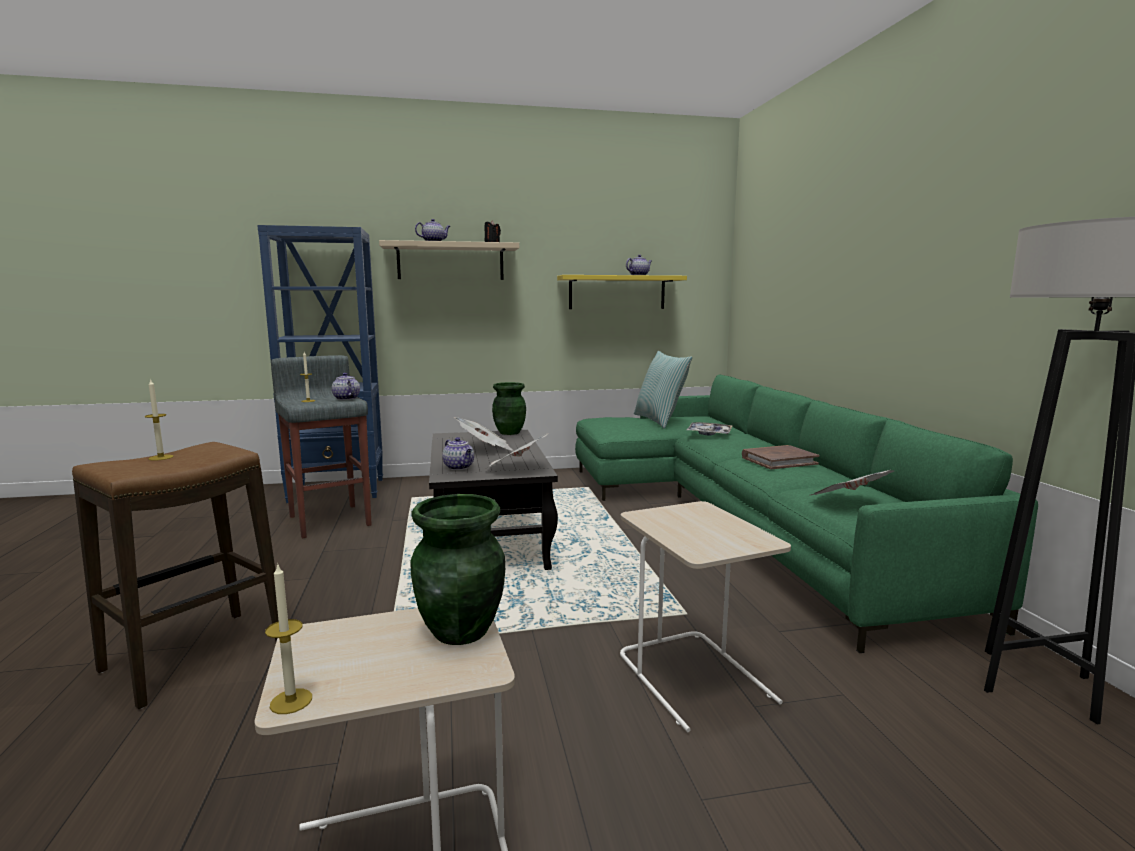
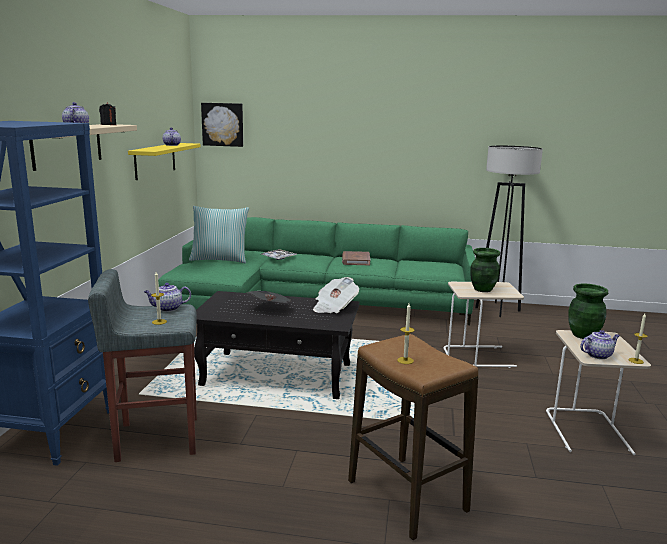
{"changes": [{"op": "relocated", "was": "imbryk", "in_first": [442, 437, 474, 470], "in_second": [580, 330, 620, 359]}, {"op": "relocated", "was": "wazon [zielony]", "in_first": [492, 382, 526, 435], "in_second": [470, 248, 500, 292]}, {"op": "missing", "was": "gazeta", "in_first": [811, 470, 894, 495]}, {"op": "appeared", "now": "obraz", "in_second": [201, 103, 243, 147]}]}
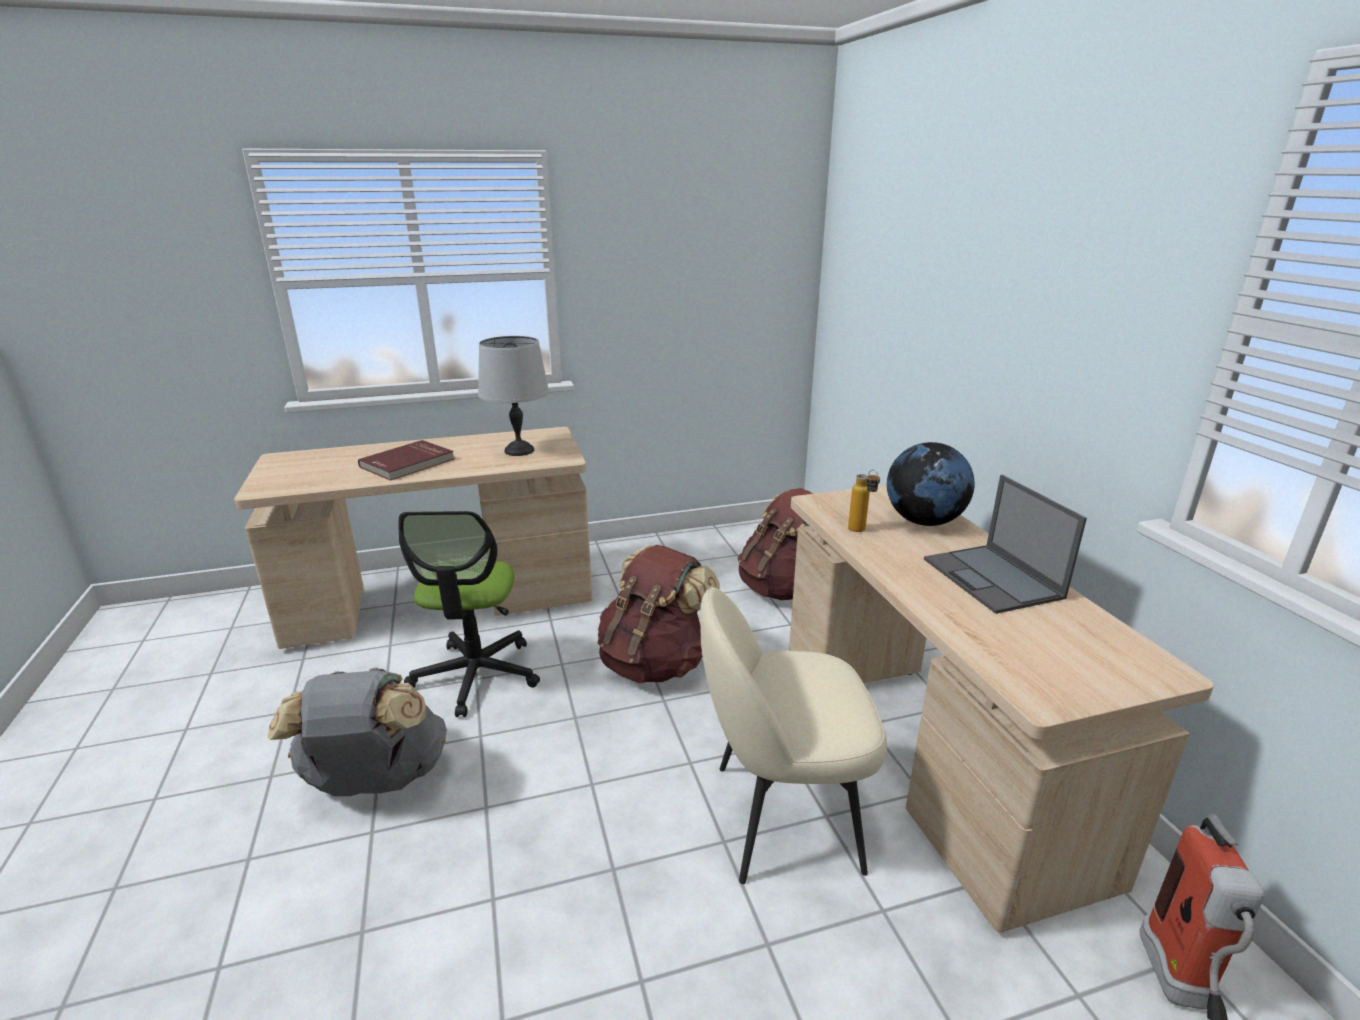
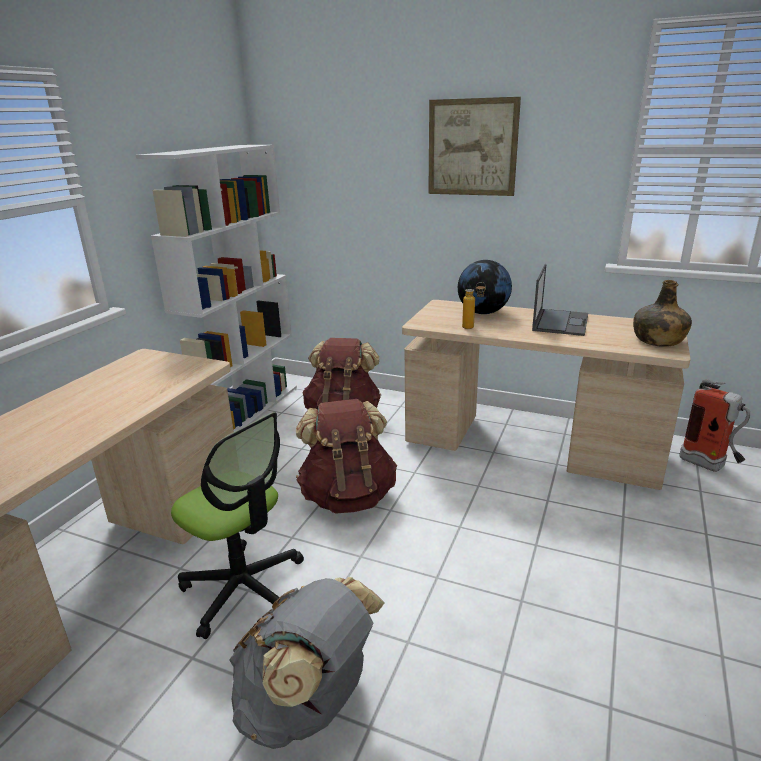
{"changes": [{"op": "missing", "was": "książka [czerwony]", "in_first": [358, 440, 454, 481]}, {"op": "missing", "was": "lampa stołowa [szary]", "in_first": [478, 336, 549, 456]}, {"op": "missing", "was": "krzesło [beżowy]", "in_first": [700, 587, 887, 884]}, {"op": "spun", "was": "laptop", "in_first": [924, 475, 1087, 614], "in_second": [532, 264, 588, 336], "clockwise": -90}, {"op": "appeared", "now": "regał [biały]", "in_second": [136, 145, 297, 432]}, {"op": "appeared", "now": "obraz", "in_second": [428, 97, 521, 196]}, {"op": "appeared", "now": "butelka [zielony]", "in_second": [633, 280, 692, 347]}]}
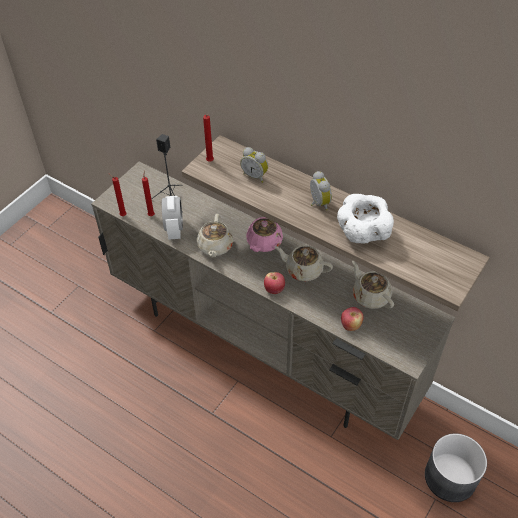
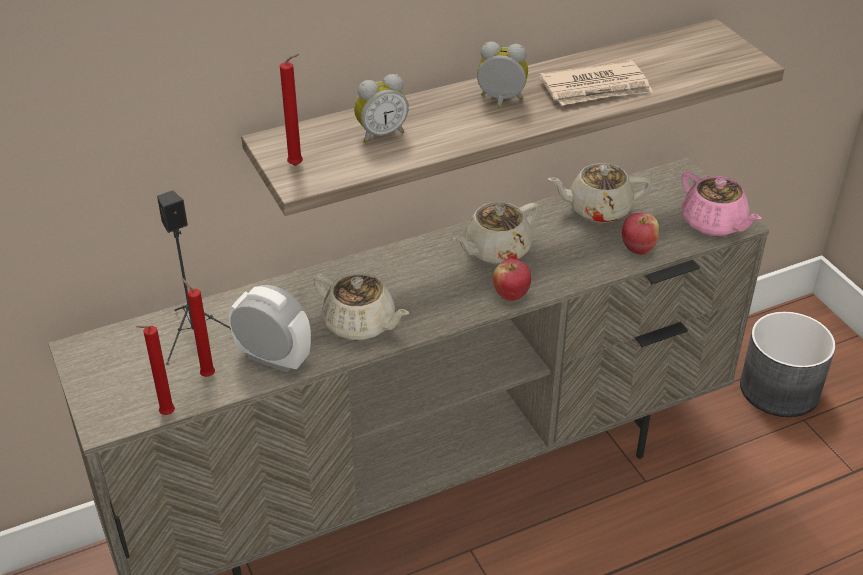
{"changes": [{"op": "relocated", "was": "imbryk [różowy]", "in_first": [246, 217, 283, 252], "in_second": [681, 172, 761, 236]}, {"op": "exchanged", "was": "miska [biały]", "now": "gazeta", "in_first": [337, 194, 394, 244], "in_second": [539, 60, 653, 105]}]}
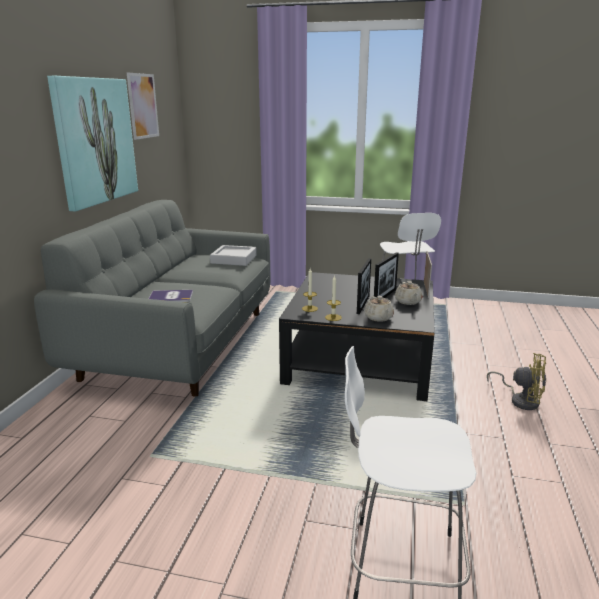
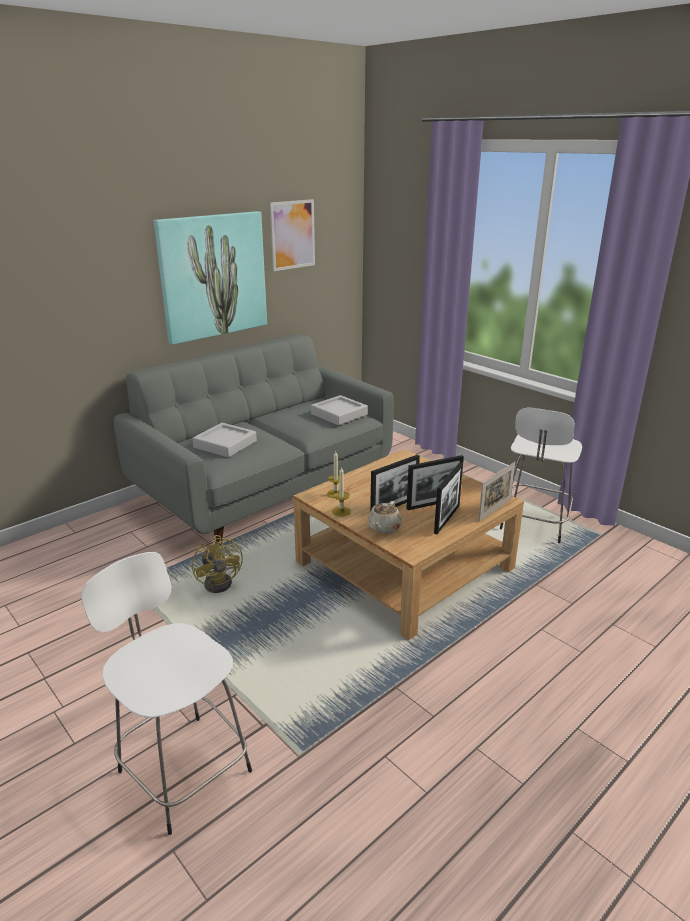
{"changes": [{"op": "exchanged", "was": "książka", "now": "taca [szary]", "in_first": [149, 290, 193, 302], "in_second": [192, 423, 257, 457]}, {"op": "colour", "was": "ława [czarny]", "now": "ława [beżowy]", "in_first": [279, 272, 435, 401], "in_second": [293, 449, 524, 640]}, {"op": "exchanged", "was": "imbryk [beżowy]", "now": "ramka na zdjęcie", "in_first": [395, 281, 423, 305], "in_second": [434, 462, 463, 534]}, {"op": "relocated", "was": "wentylator [żółty]", "in_first": [487, 353, 546, 410], "in_second": [192, 535, 243, 593]}]}
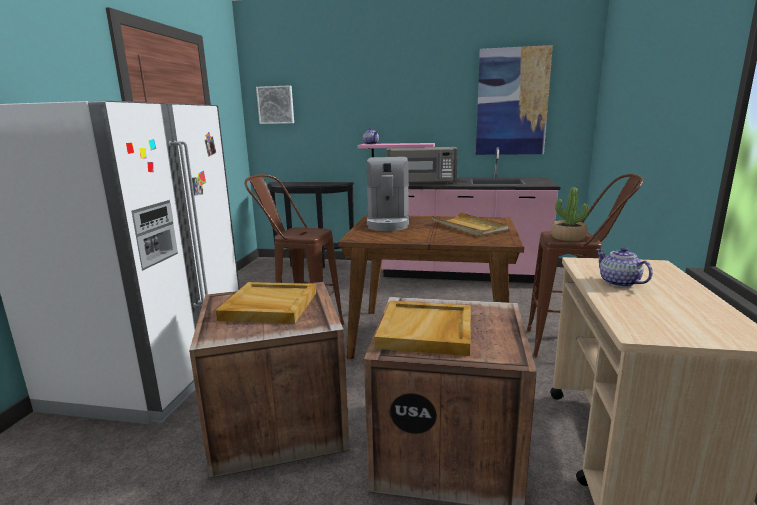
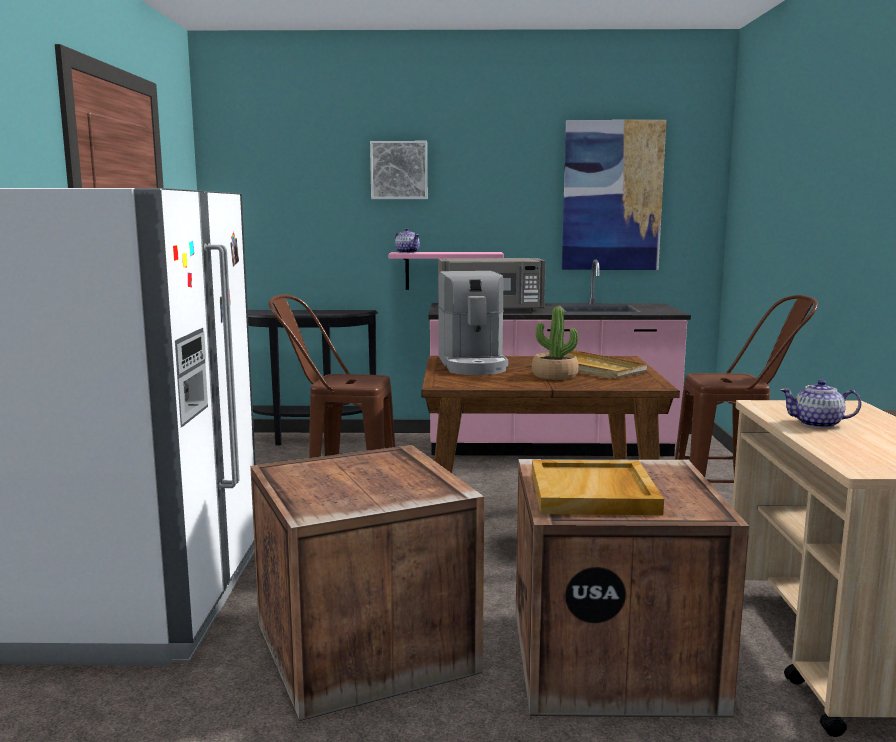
{"changes": [{"op": "missing", "was": "taca [beżowy]", "in_first": [216, 282, 316, 324]}, {"op": "relocated", "was": "obraz", "in_first": [256, 85, 294, 124], "in_second": [370, 141, 427, 199]}, {"op": "relocated", "was": "roślina doniczkowa", "in_first": [551, 187, 589, 241], "in_second": [532, 306, 579, 380]}, {"op": "spun", "was": "imbryk", "in_first": [596, 247, 653, 287], "in_second": [780, 380, 862, 429], "clockwise": -45}]}
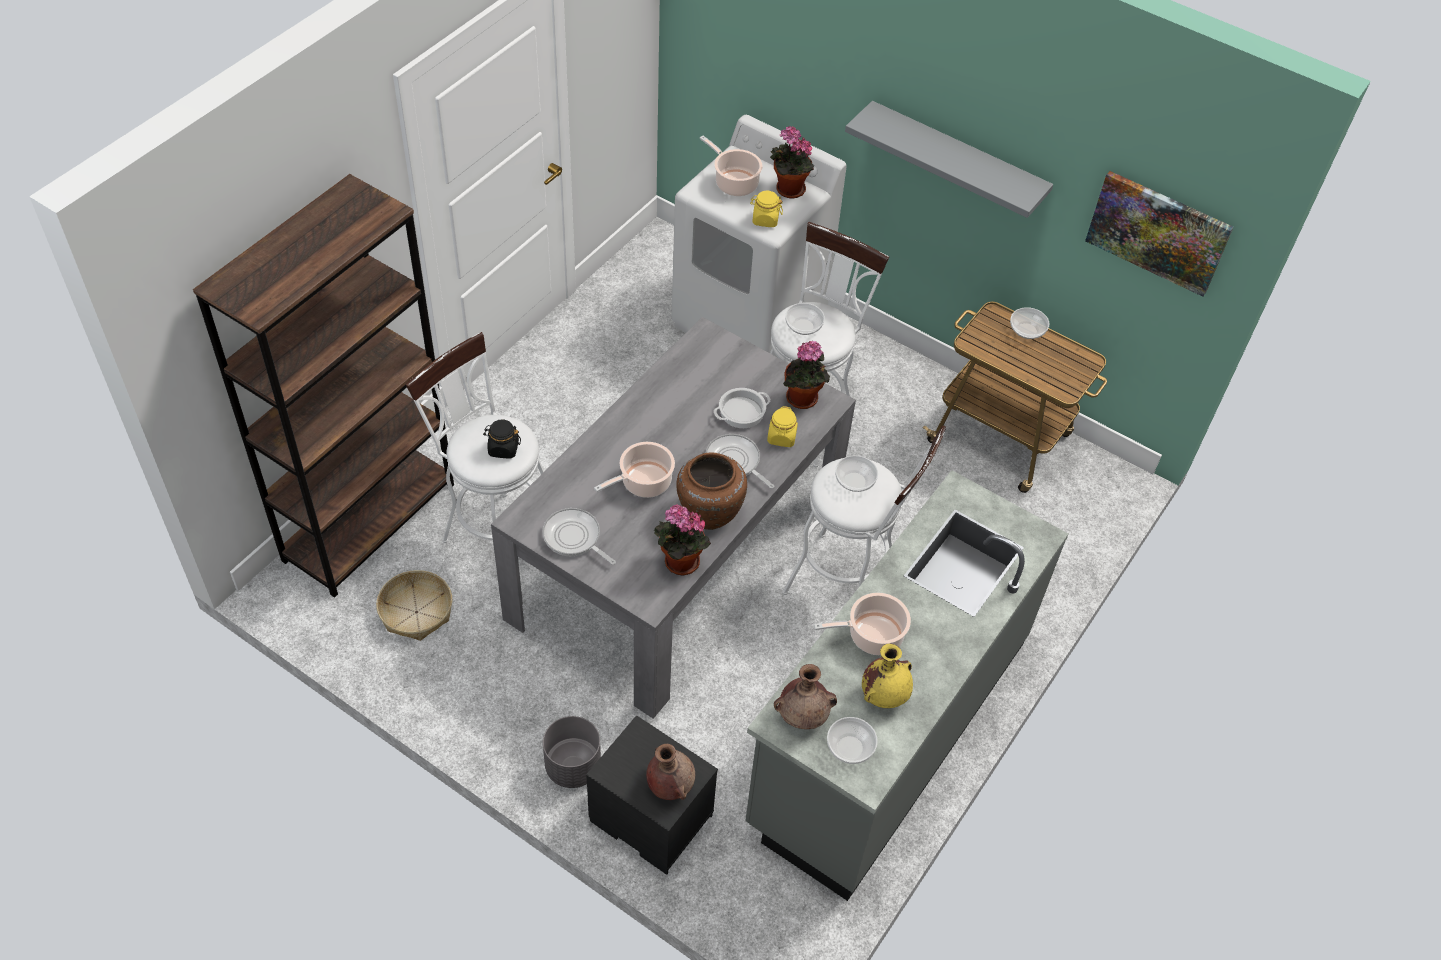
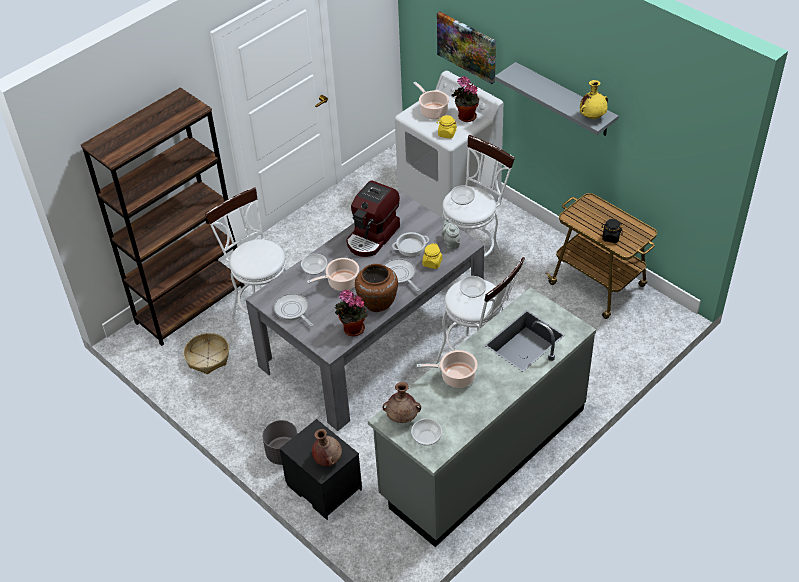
{"changes": [{"op": "relocated", "was": "słoik [czarny]", "in_first": [483, 419, 521, 459], "in_second": [601, 219, 623, 243]}, {"op": "exchanged", "was": "roślina doniczkowa", "now": "imbryk [szary]", "in_first": [783, 341, 830, 409], "in_second": [441, 218, 460, 249]}, {"op": "relocated", "was": "wazon [żółty]", "in_first": [862, 644, 913, 708], "in_second": [580, 80, 608, 119]}, {"op": "relocated", "was": "miska", "in_first": [1010, 307, 1049, 339], "in_second": [301, 254, 327, 275]}, {"op": "relocated", "was": "obraz", "in_first": [1085, 171, 1234, 297], "in_second": [437, 12, 496, 84]}, {"op": "appeared", "now": "ekspres do kawy", "in_second": [346, 180, 400, 257]}]}
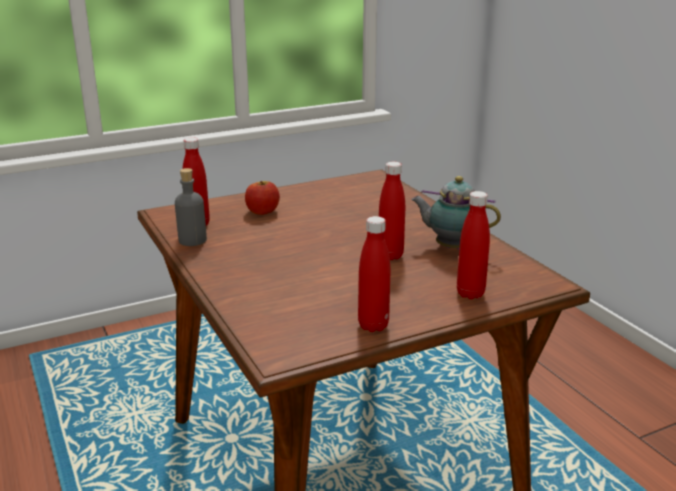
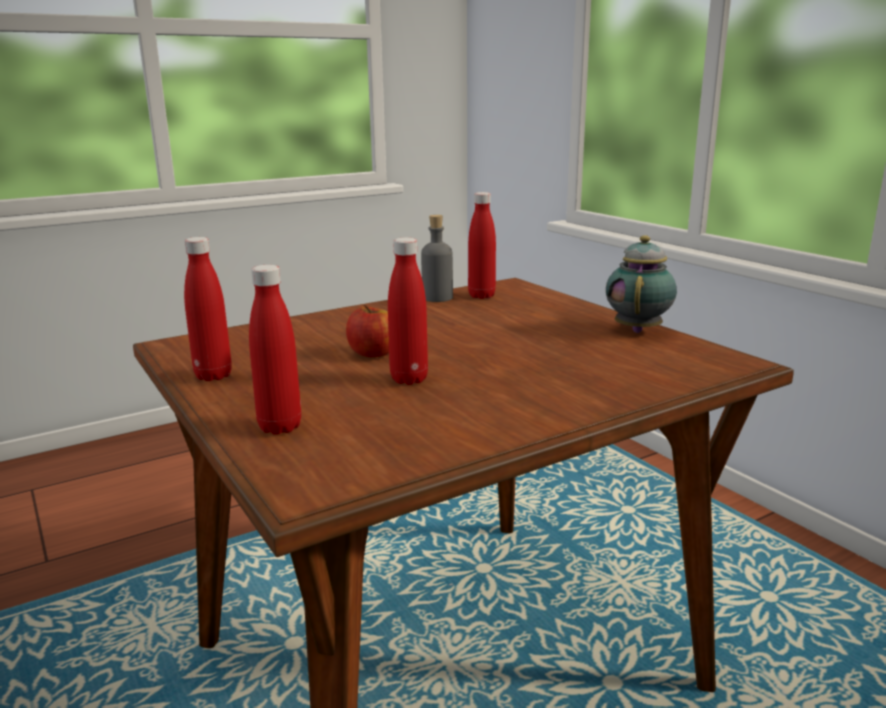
{"changes": [{"op": "relocated", "was": "jabłko", "in_first": [245, 181, 280, 215], "in_second": [346, 304, 389, 357]}, {"op": "relocated", "was": "imbryk", "in_first": [411, 176, 501, 249], "in_second": [606, 235, 677, 333]}]}
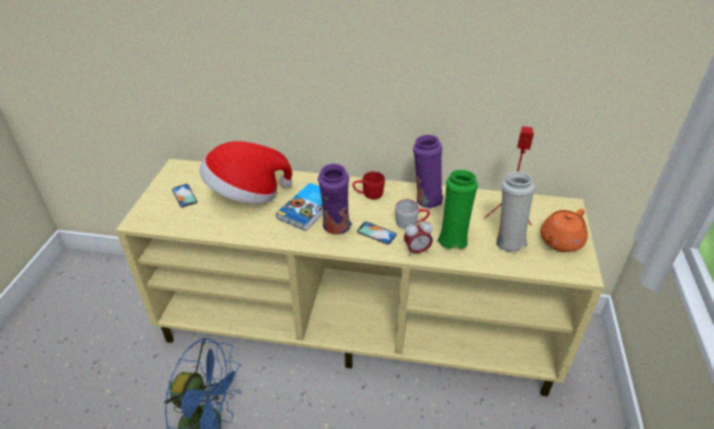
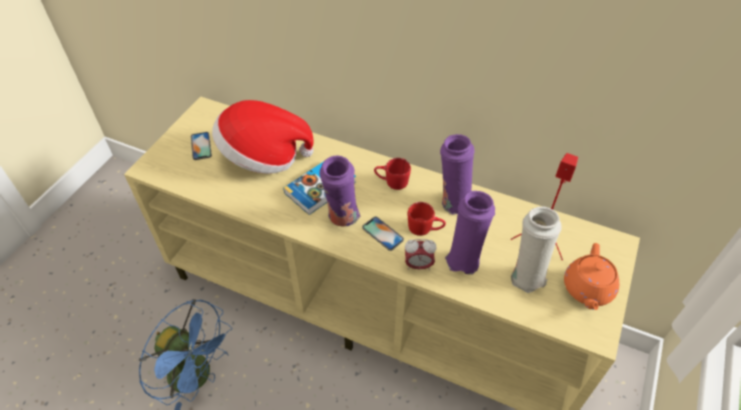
{"changes": [{"op": "colour", "was": "kubek [szary]", "now": "kubek [czerwony]", "in_first": [395, 199, 430, 229], "in_second": [407, 202, 446, 236]}, {"op": "colour", "was": "wazon [zielony]", "now": "wazon [fioletowy]", "in_first": [437, 170, 478, 249], "in_second": [445, 191, 495, 275]}, {"op": "spun", "was": "imbryk [pomarańczowy]", "in_first": [540, 209, 588, 252], "in_second": [564, 243, 619, 310], "clockwise": -45}]}
